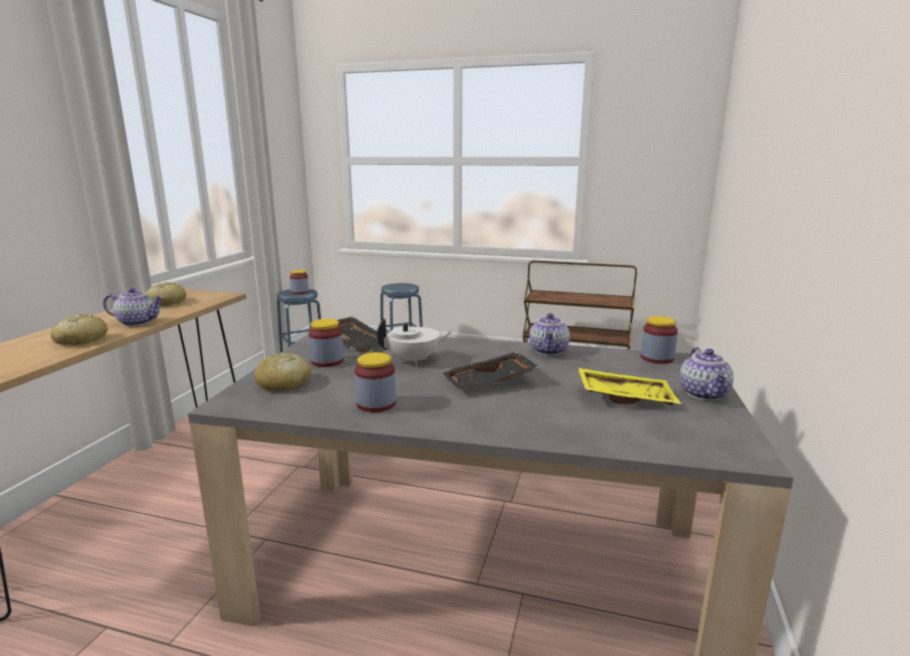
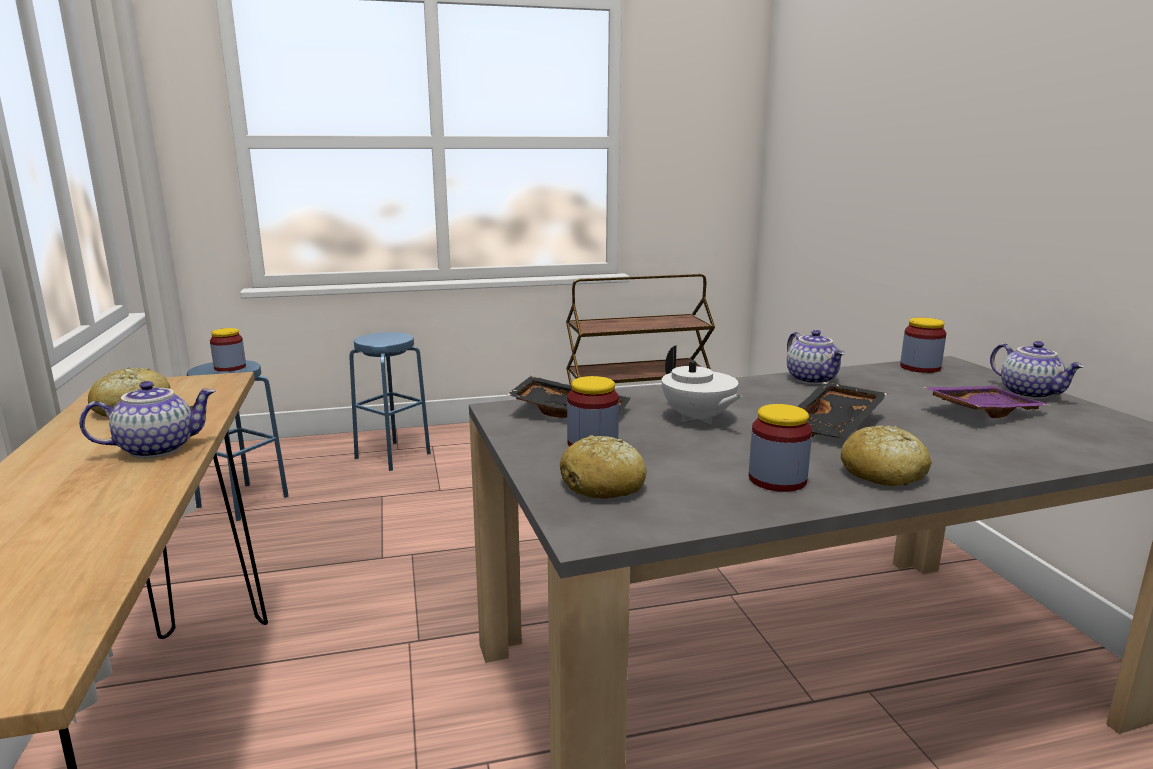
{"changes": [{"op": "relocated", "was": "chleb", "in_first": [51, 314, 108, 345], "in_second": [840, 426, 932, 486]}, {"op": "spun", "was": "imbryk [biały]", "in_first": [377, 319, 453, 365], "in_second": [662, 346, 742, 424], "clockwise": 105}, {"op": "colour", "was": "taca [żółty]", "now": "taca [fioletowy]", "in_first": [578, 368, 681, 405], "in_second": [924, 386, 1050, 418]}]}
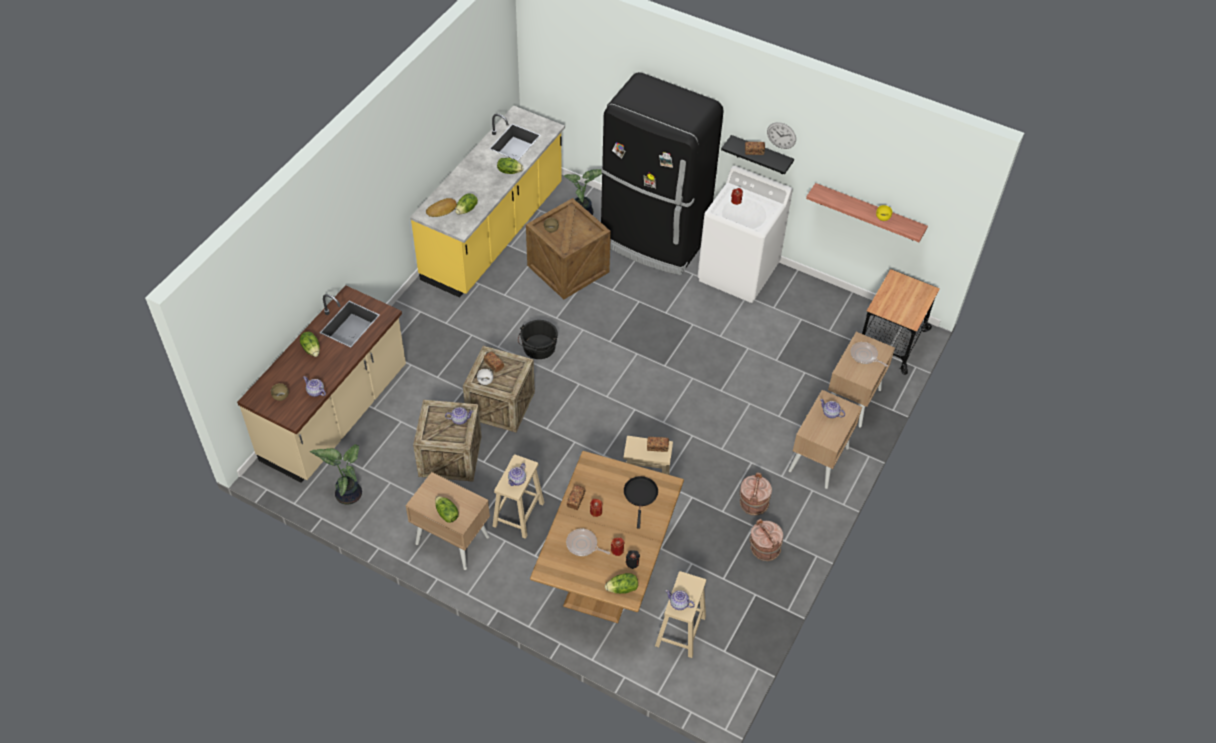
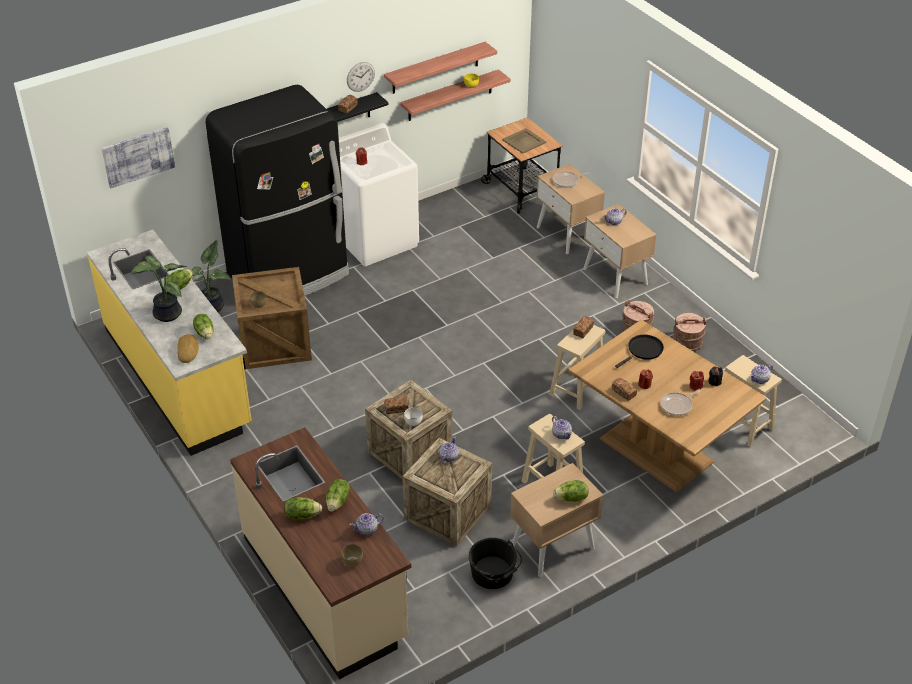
{"changes": [{"op": "relocated", "was": "roślina doniczkowa", "in_first": [310, 444, 362, 505], "in_second": [131, 255, 187, 322]}, {"op": "relocated", "was": "wiadro [czarny]", "in_first": [518, 320, 558, 359], "in_second": [469, 538, 522, 589]}, {"op": "relocated", "was": "sałata", "in_first": [605, 573, 638, 594], "in_second": [326, 479, 350, 512]}, {"op": "spun", "was": "patelnia [czarny]", "in_first": [624, 476, 658, 529], "in_second": [615, 335, 664, 368], "clockwise": 105}, {"op": "appeared", "now": "obraz", "in_second": [101, 127, 175, 188]}, {"op": "appeared", "now": "półka", "in_second": [384, 42, 497, 94]}, {"op": "appeared", "now": "taca [beżowy]", "in_second": [502, 128, 546, 154]}]}
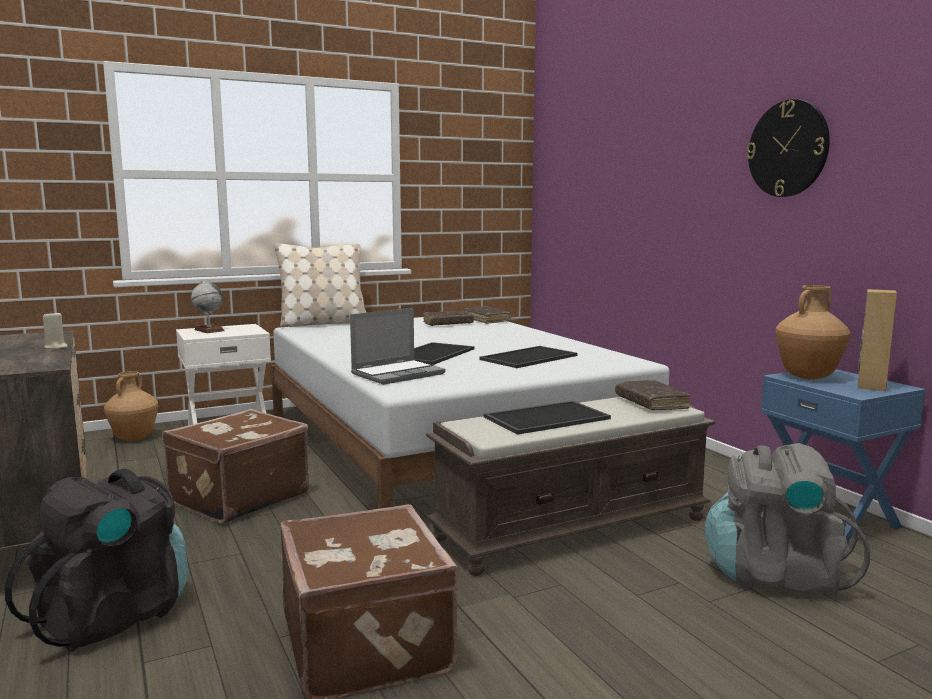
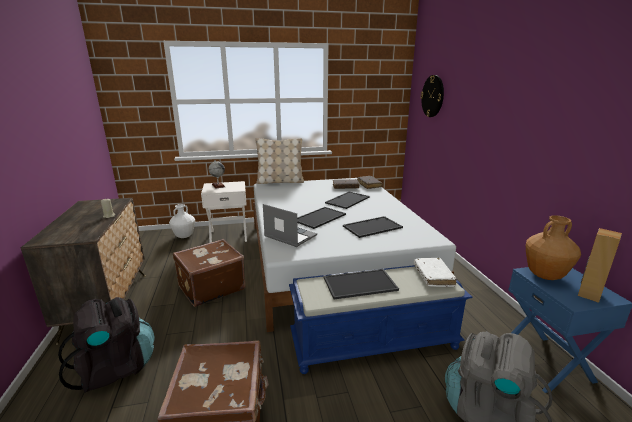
{"changes": [{"op": "colour", "was": "wazon [brązowy]", "now": "wazon [biały]", "in_first": [104, 371, 158, 441], "in_second": [169, 204, 195, 238]}, {"op": "spun", "was": "laptop", "in_first": [350, 308, 446, 385], "in_second": [263, 204, 317, 247], "clockwise": -120}, {"op": "colour", "was": "ławka [brązowy]", "now": "ławka [niebieski]", "in_first": [426, 396, 716, 576], "in_second": [289, 265, 472, 374]}, {"op": "colour", "was": "książka [brązowy]", "now": "książka [biały]", "in_first": [615, 380, 690, 410], "in_second": [414, 258, 456, 287]}, {"op": "relocated", "was": "zegar ścienny", "in_first": [746, 99, 830, 197], "in_second": [420, 75, 444, 117]}, {"op": "appeared", "now": "taca", "in_second": [325, 192, 370, 209]}]}
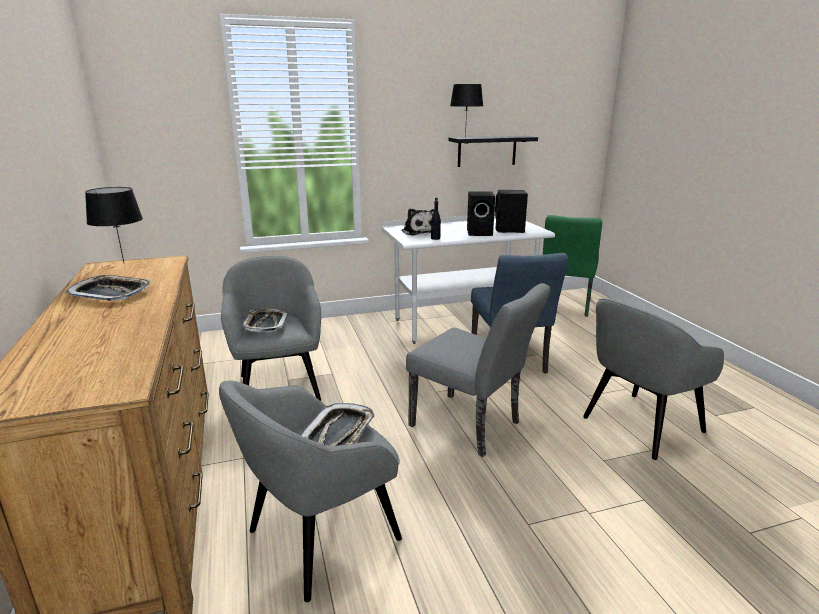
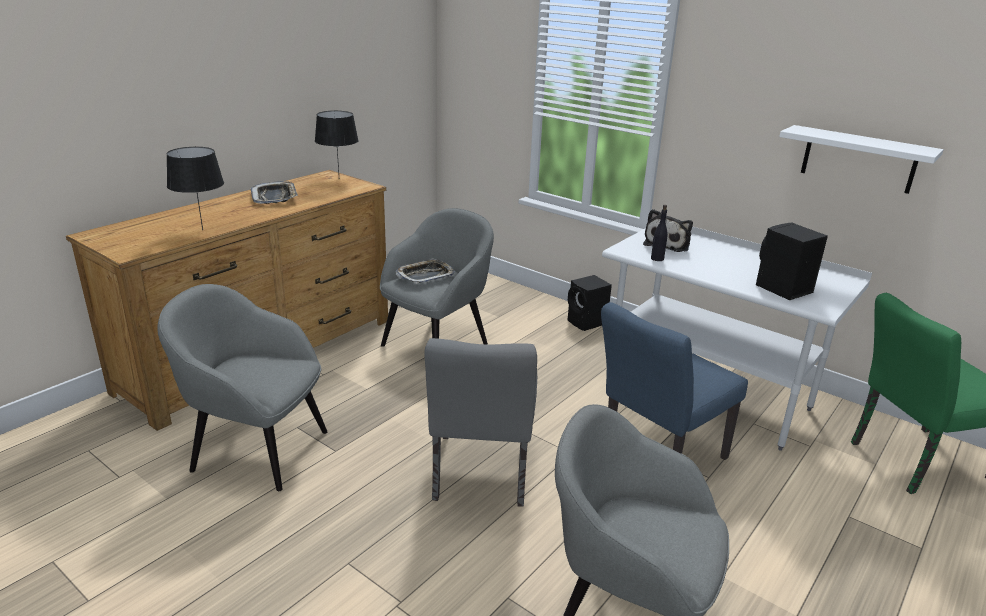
{"changes": [{"op": "missing", "was": "taca", "in_first": [301, 403, 375, 446]}, {"op": "colour", "was": "półka [czarny]", "now": "półka [biały]", "in_first": [449, 136, 538, 167], "in_second": [779, 125, 944, 194]}, {"op": "relocated", "was": "lampa stołowa [czarny]", "in_first": [450, 84, 483, 138], "in_second": [167, 147, 224, 230]}, {"op": "relocated", "was": "głośnik [czarny]", "in_first": [467, 191, 495, 236], "in_second": [568, 275, 612, 331]}]}
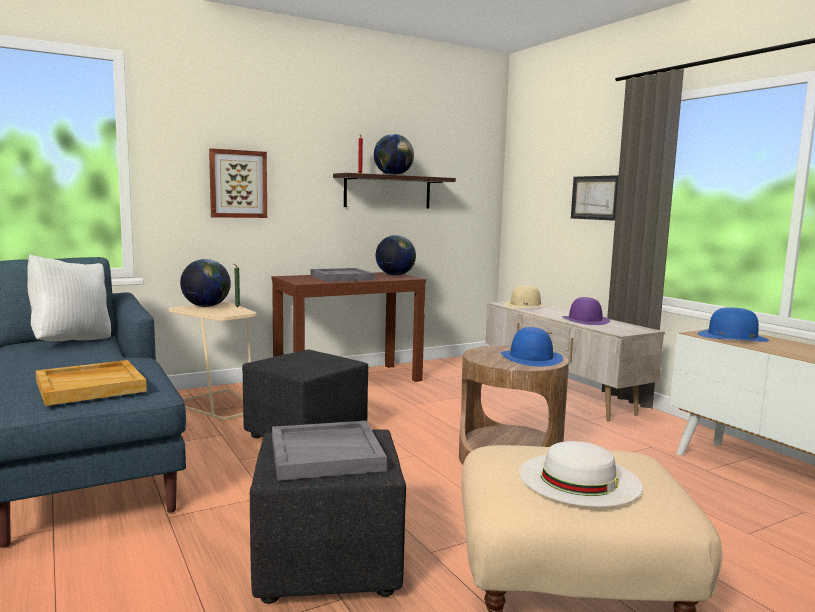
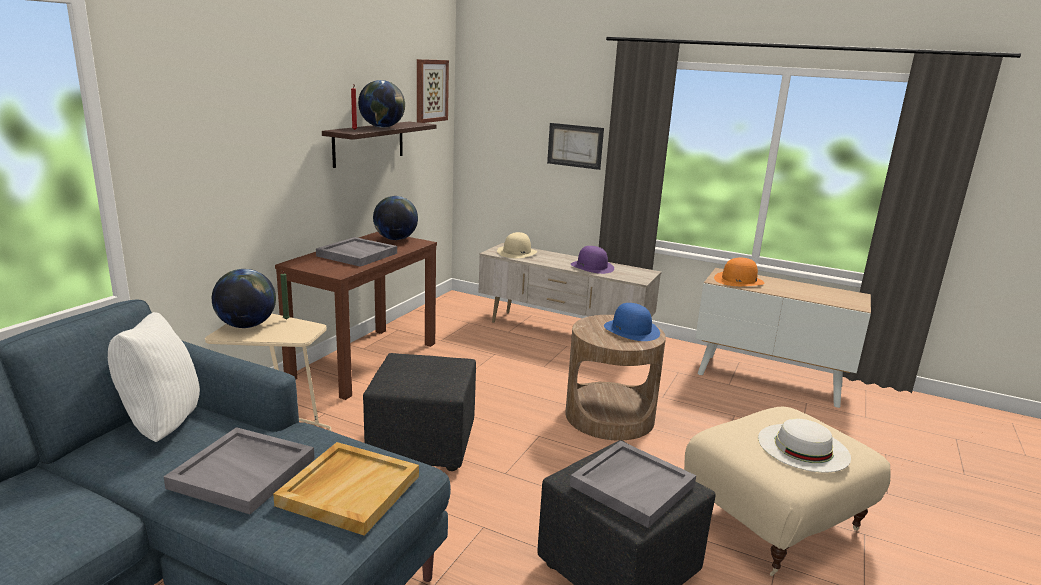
{"changes": [{"op": "relocated", "was": "obraz", "in_first": [209, 148, 267, 218], "in_second": [417, 59, 449, 123]}, {"op": "colour", "was": "kapelusz [niebieski]", "now": "kapelusz [pomarańczowy]", "in_first": [697, 307, 769, 342], "in_second": [714, 258, 764, 286]}, {"op": "appeared", "now": "taca [szary]", "in_second": [164, 427, 315, 514]}]}
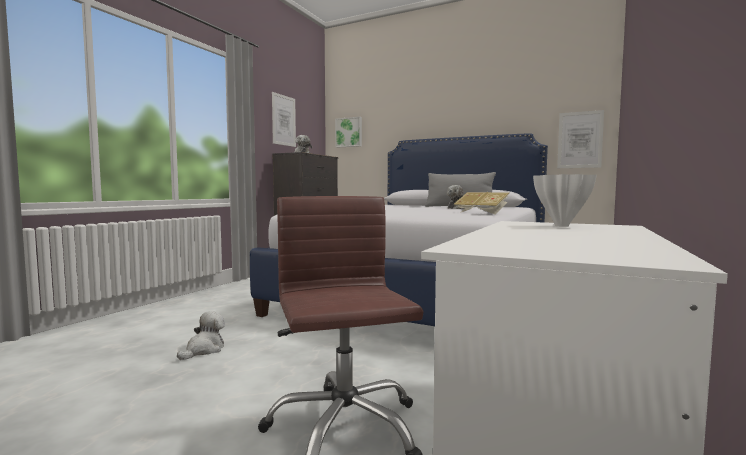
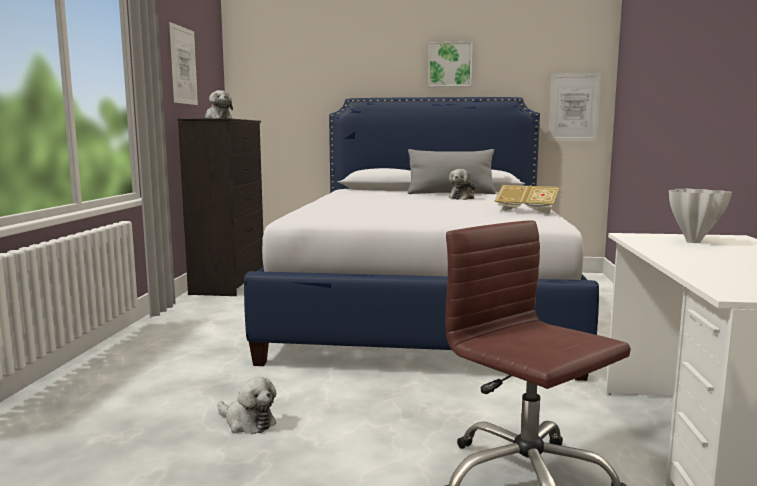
{"changes": [{"op": "spun", "was": "pluszak", "in_first": [177, 311, 225, 360], "in_second": [217, 377, 277, 434], "clockwise": 120}, {"op": "relocated", "was": "obraz", "in_first": [335, 117, 362, 148], "in_second": [428, 41, 473, 87]}]}
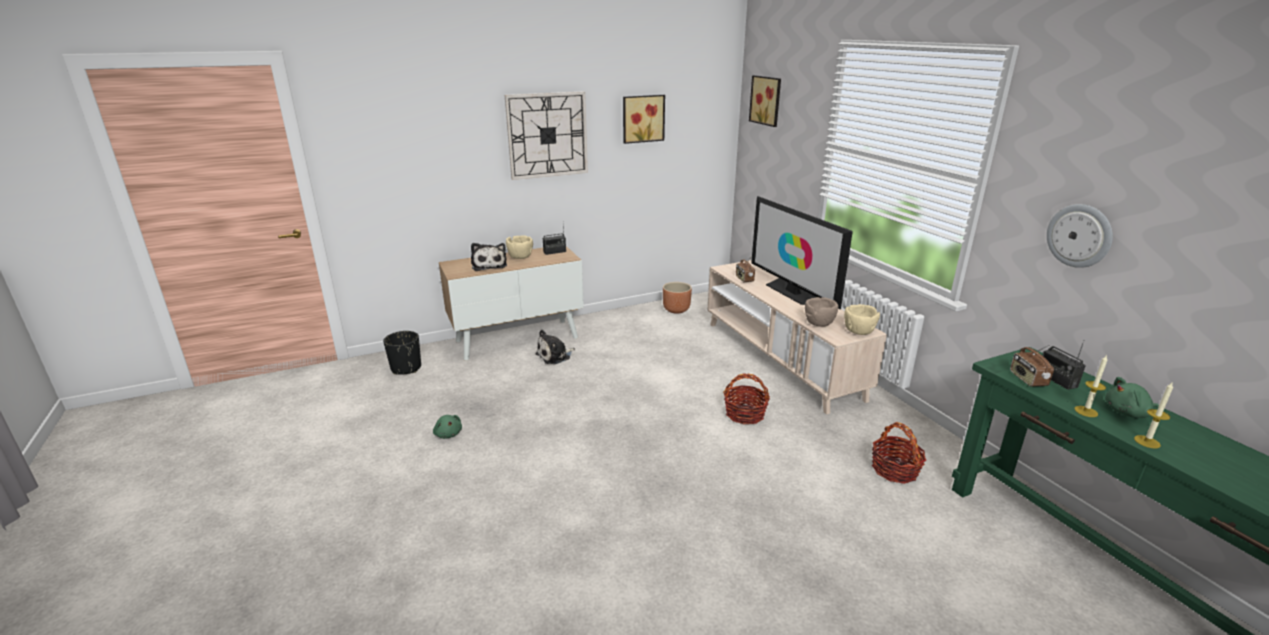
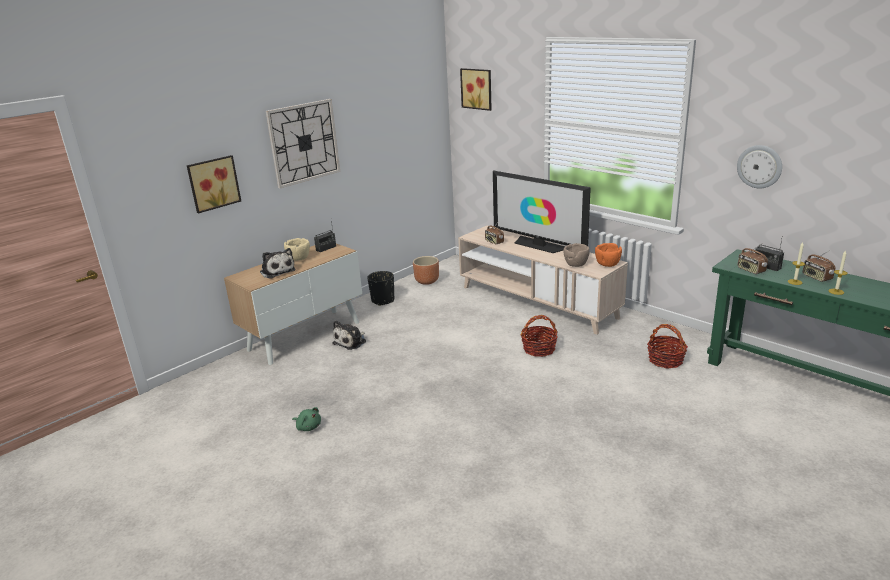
{"changes": [{"op": "relocated", "was": "donica [czarny]", "in_first": [383, 331, 421, 375], "in_second": [367, 271, 394, 306]}, {"op": "relocated", "was": "obraz", "in_first": [623, 95, 665, 144], "in_second": [187, 155, 241, 213]}, {"op": "colour", "was": "miska [beżowy]", "now": "miska [pomarańczowy]", "in_first": [844, 304, 880, 335], "in_second": [595, 243, 622, 267]}, {"op": "exchanged", "was": "pluszak [zielony]", "now": "radio", "in_first": [1105, 377, 1159, 418], "in_second": [803, 250, 835, 282]}]}
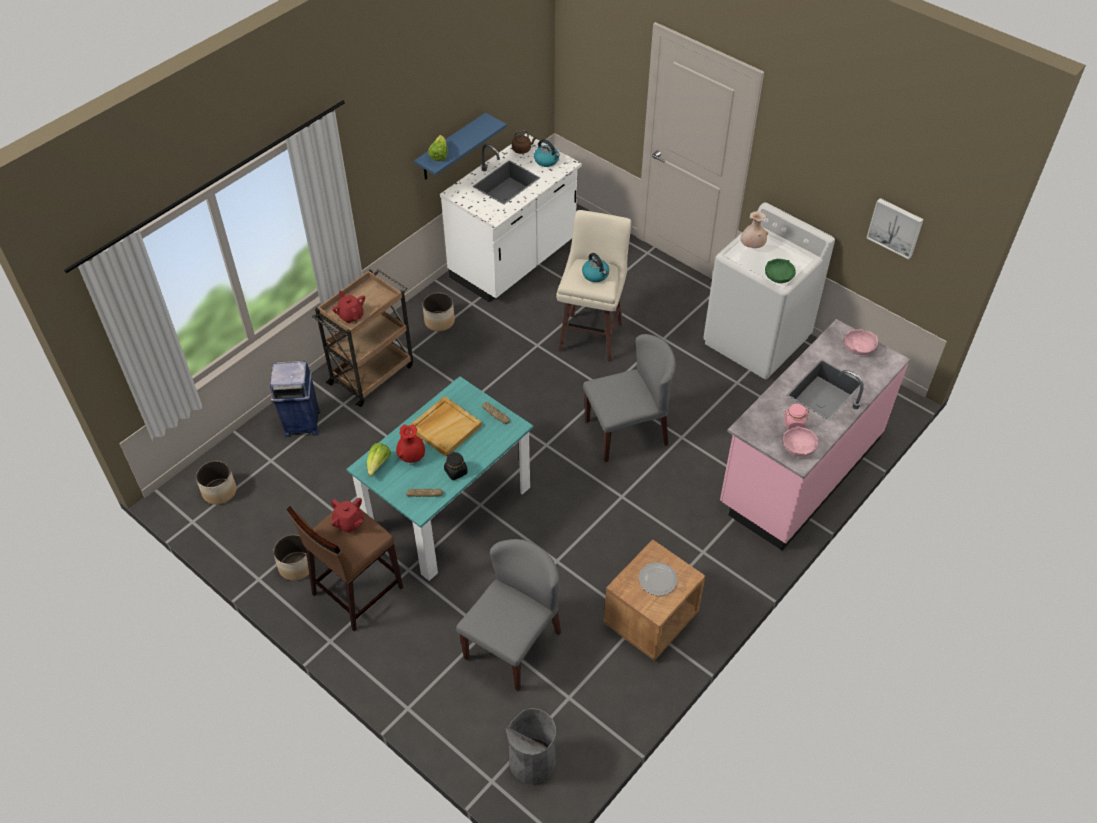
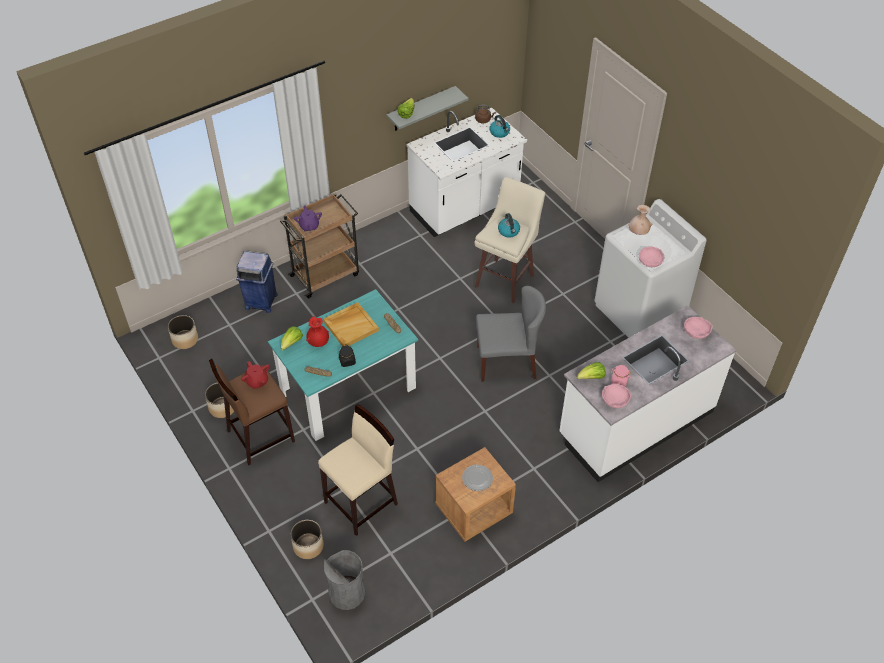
{"changes": [{"op": "colour", "was": "imbryk [czerwony]", "now": "imbryk [fioletowy]", "in_first": [332, 291, 365, 323], "in_second": [294, 205, 322, 232]}, {"op": "colour", "was": "półka [niebieski]", "now": "półka [szary]", "in_first": [414, 113, 507, 180], "in_second": [387, 86, 469, 131]}, {"op": "relocated", "was": "donica", "in_first": [423, 292, 455, 331], "in_second": [291, 520, 324, 559]}, {"op": "exchanged", "was": "krzesło [szary]", "now": "stołek [beżowy]", "in_first": [456, 539, 561, 691], "in_second": [318, 404, 398, 536]}, {"op": "colour", "was": "zabudowa kuchenna [różowy]", "now": "zabudowa kuchenna [biały]", "in_first": [720, 319, 910, 551], "in_second": [559, 305, 736, 482]}, {"op": "colour", "was": "miska [zielony]", "now": "miska [różowy]", "in_first": [765, 259, 796, 283], "in_second": [639, 247, 664, 267]}, {"op": "missing", "was": "obraz", "in_first": [867, 198, 924, 260]}, {"op": "appeared", "now": "sałata", "in_second": [577, 362, 606, 379]}]}
